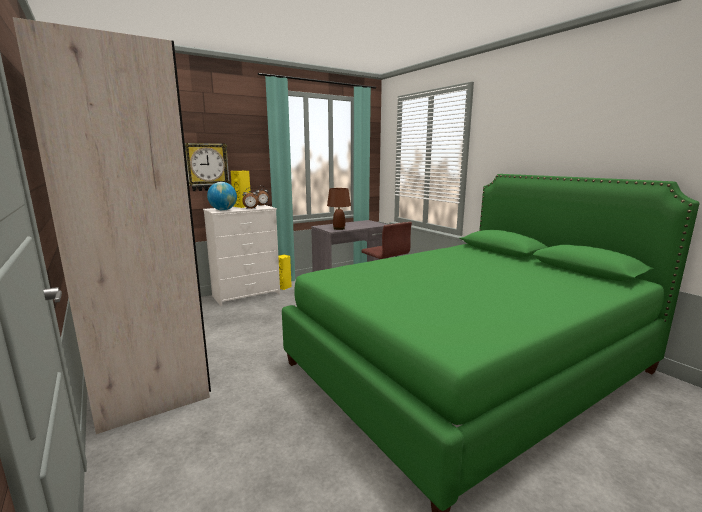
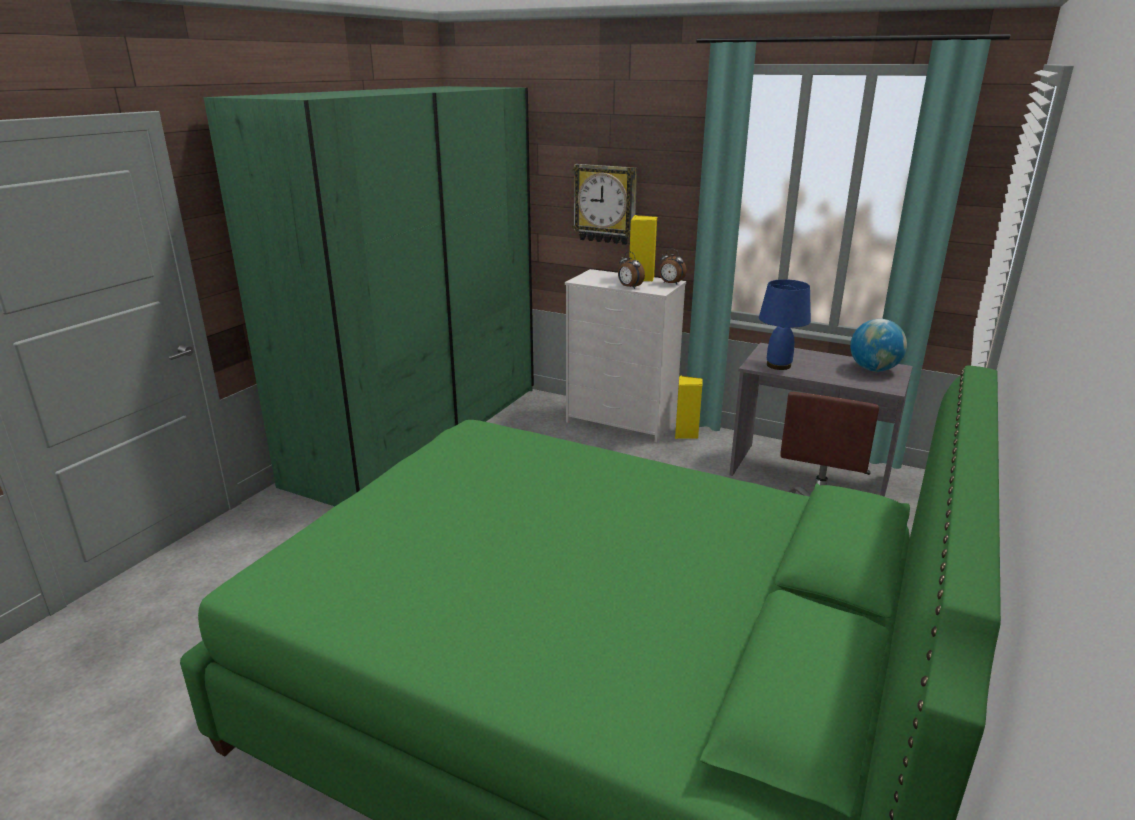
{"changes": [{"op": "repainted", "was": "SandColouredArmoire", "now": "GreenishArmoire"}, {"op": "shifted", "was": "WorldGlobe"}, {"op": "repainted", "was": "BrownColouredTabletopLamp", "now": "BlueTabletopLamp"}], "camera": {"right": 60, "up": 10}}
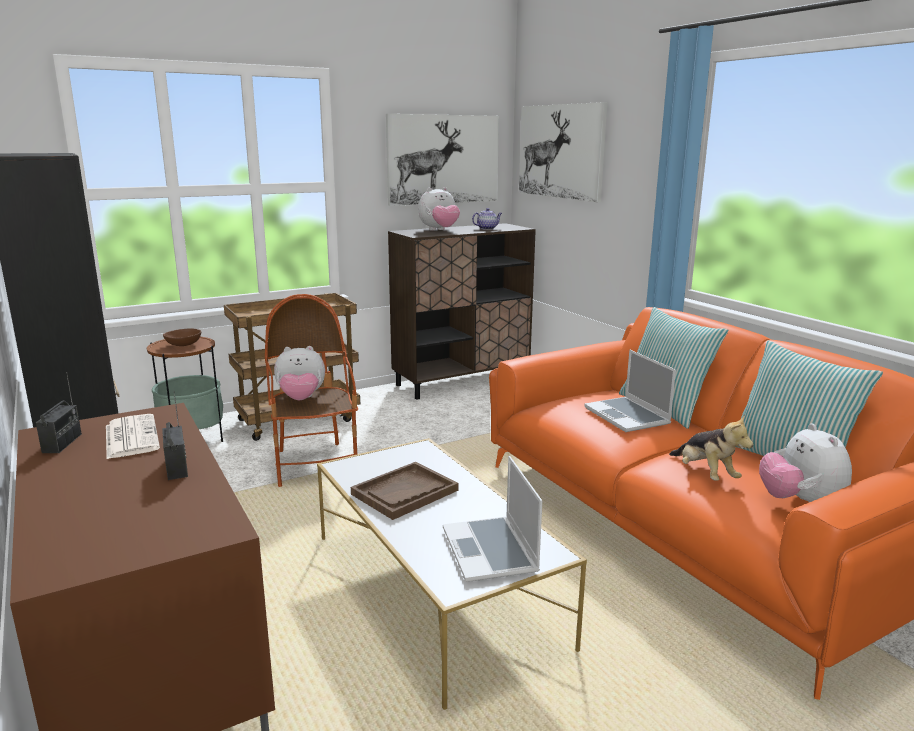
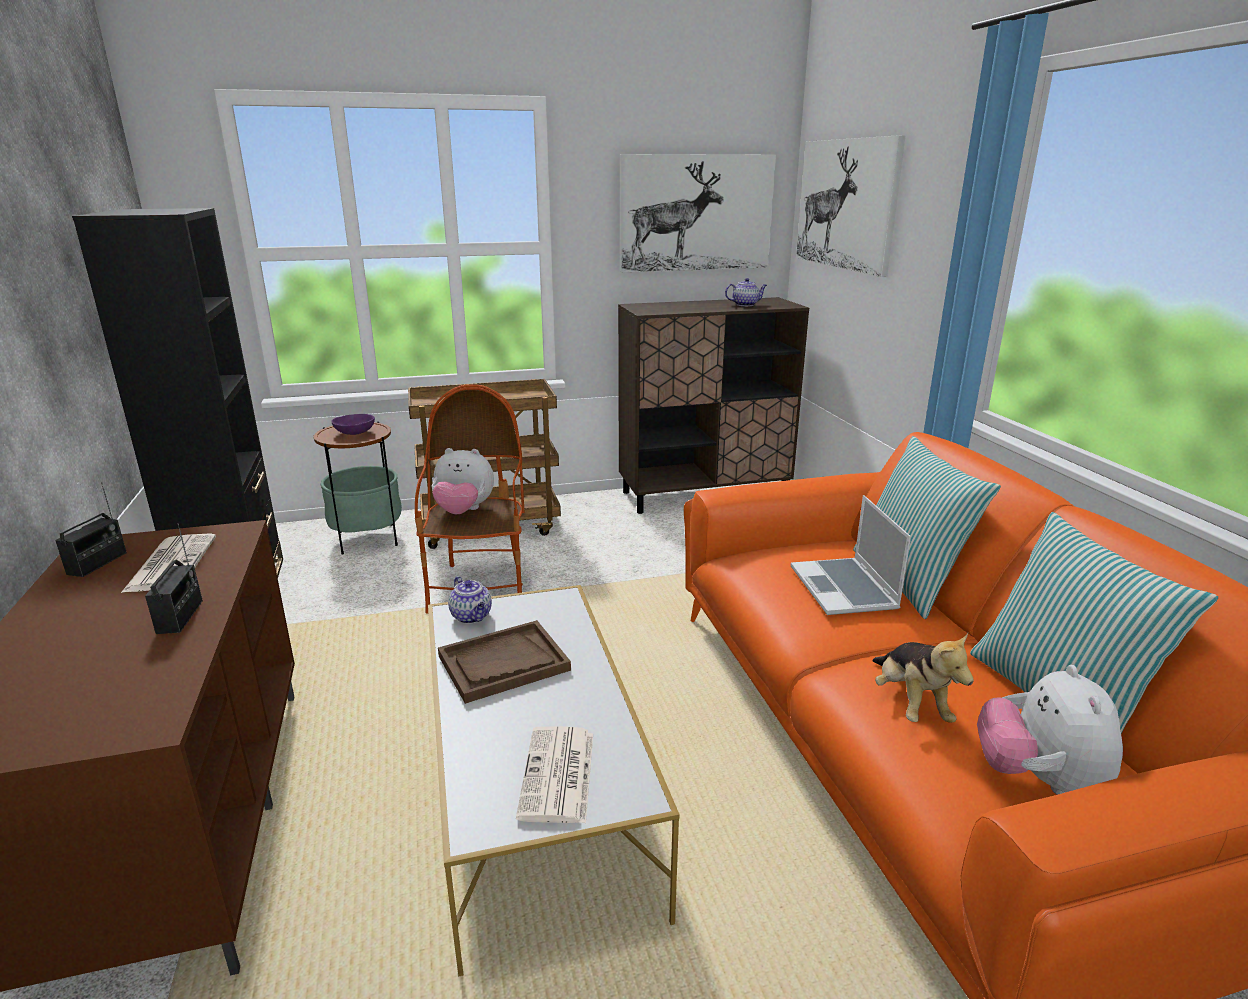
{"changes": [{"op": "gone", "was": "CuddlyToy (no. 2 from left)"}, {"op": "repainted", "was": "BrownColouredDeepDish", "now": "PurplishDeepDish"}, {"op": "swapped", "was": "NotebookComputer (no. 1 from left)", "now": "Newspaper (no. 2 from left)"}, {"op": "new", "now": "TeaPot (no. 1 from left)"}], "camera": {"right": 15, "up": 5}}
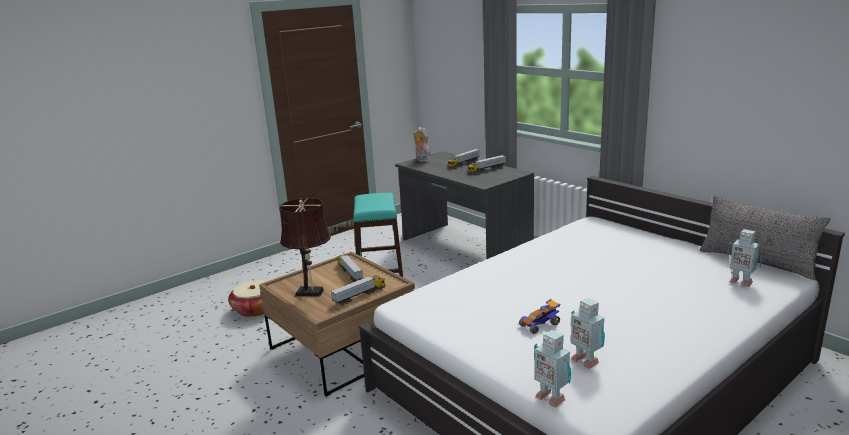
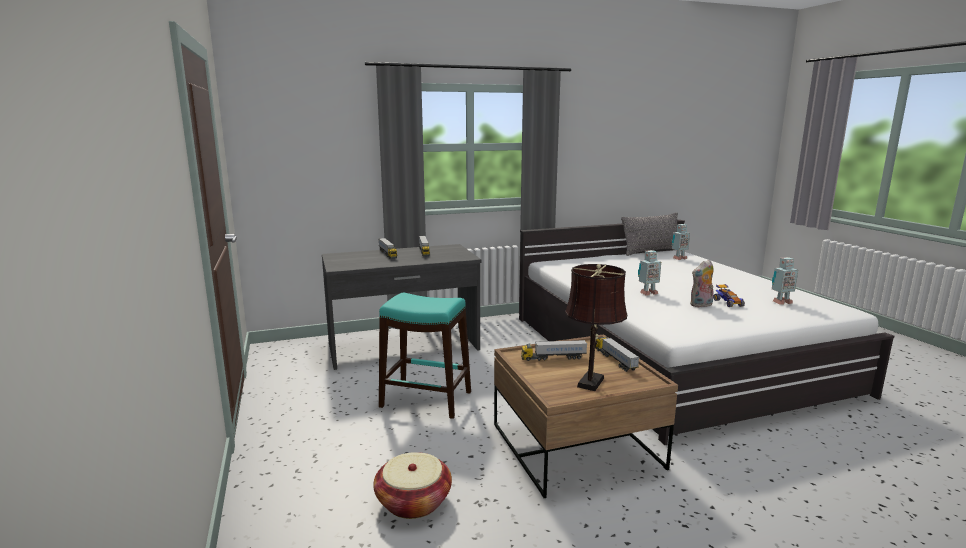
{"changes": [{"op": "shifted", "was": "CuddlyToy"}, {"op": "shifted", "was": "ToyRobot (no. 1 from left)"}], "camera": {"right": -70, "up": -5}}
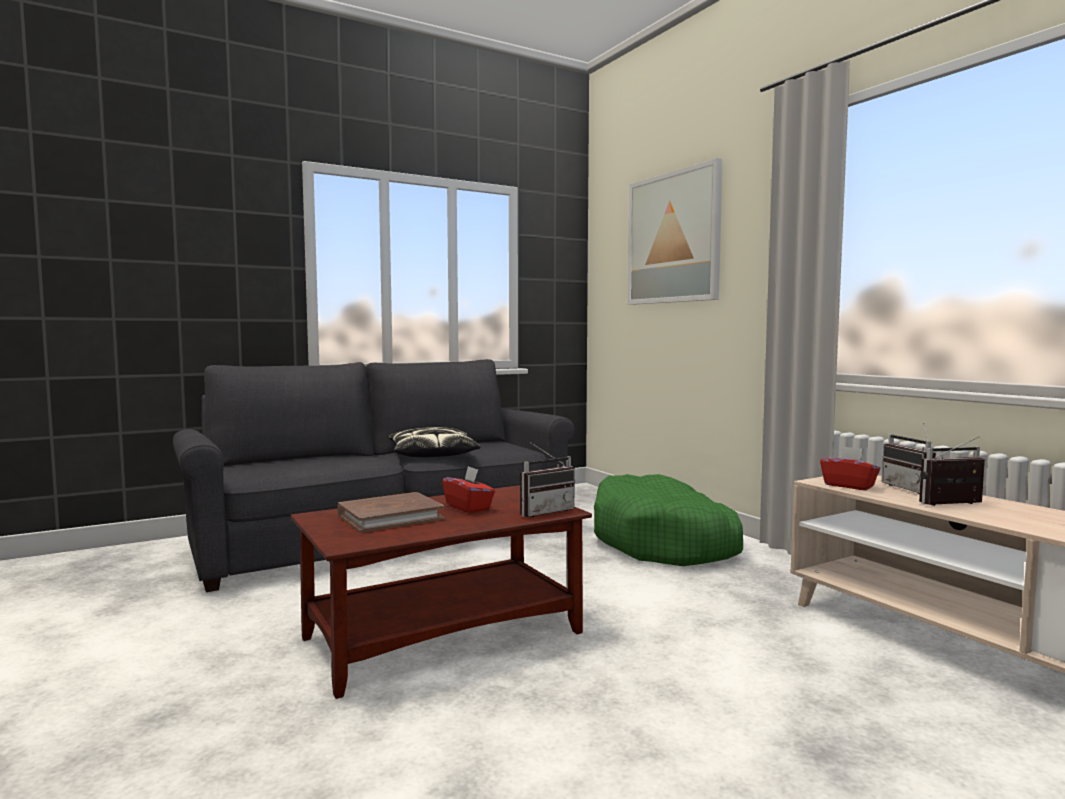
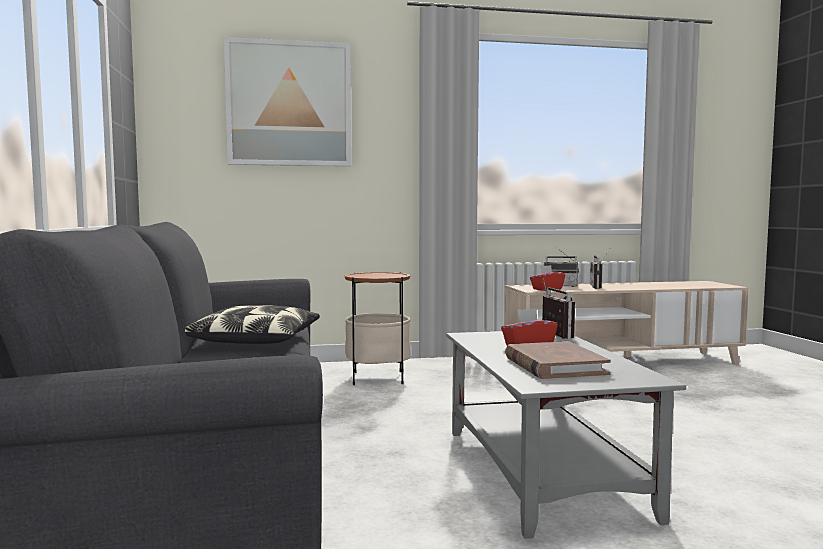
{"changes": [{"op": "swapped", "was": "GreenishDogCushion", "now": "EndTable"}, {"op": "repainted", "was": "BrownColouredCoffeeTable", "now": "GreyishCoffeeTable"}], "camera": {"right": -70, "up": 0}}
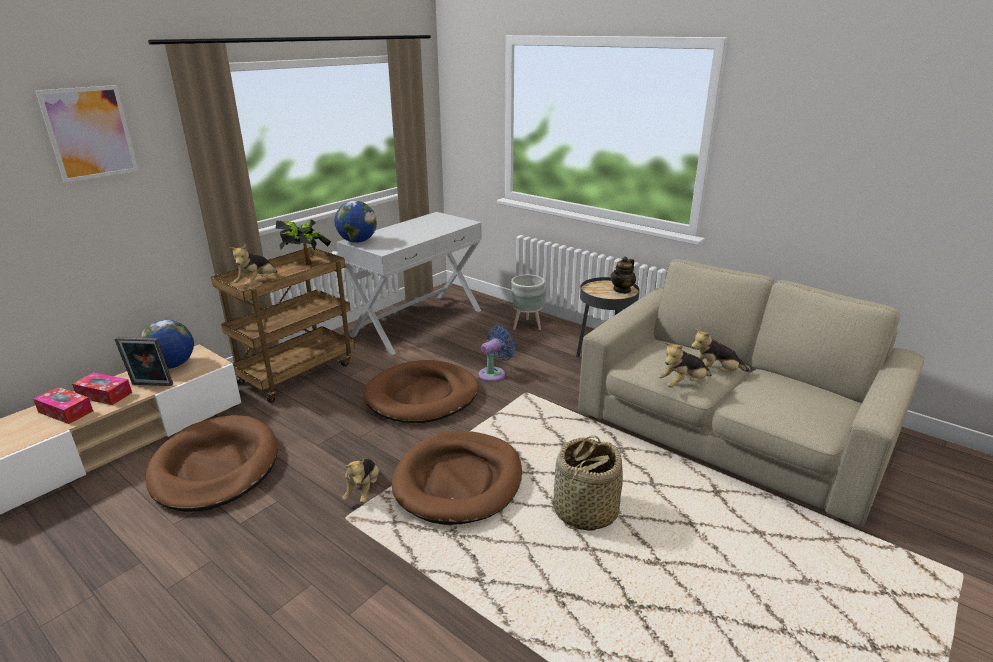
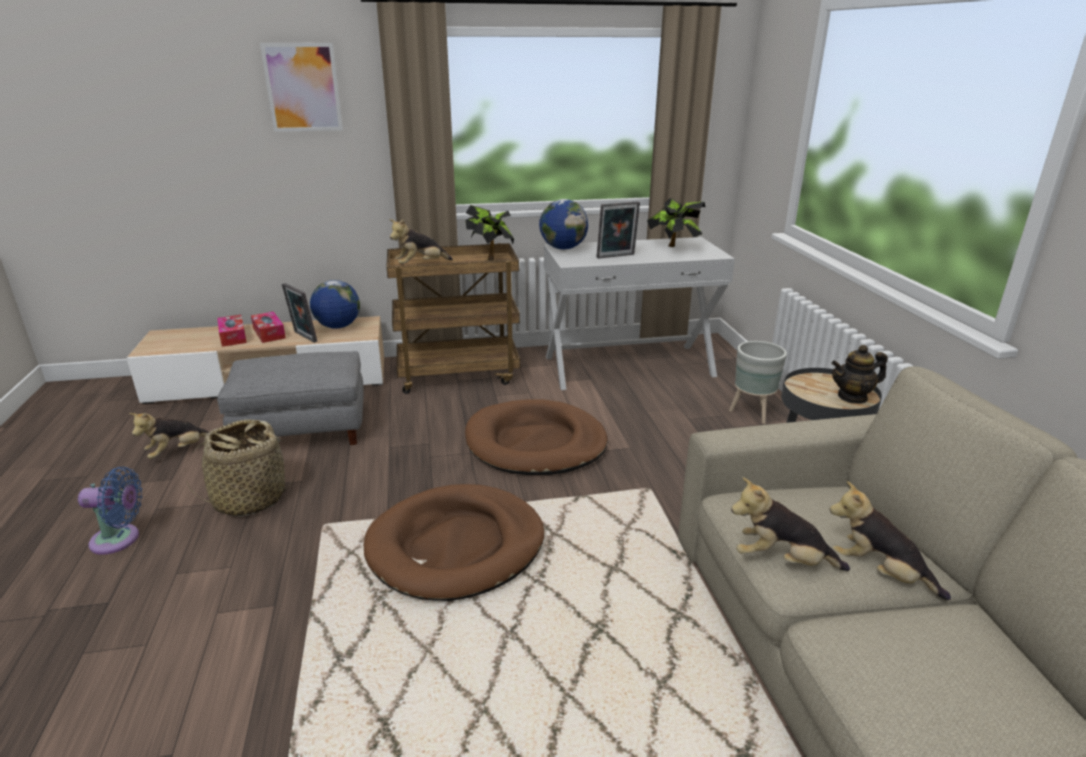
{"changes": [{"op": "shifted", "was": "BlueElectricFan"}, {"op": "swapped", "was": "BrownColouredDogCushion (no. 1 from left)", "now": "GreyishPouffe"}, {"op": "shifted", "was": "Basket"}, {"op": "shifted", "was": "CuddlyToy (no. 2 from left in the first image)", "now": "CuddlyToy (no. 1 from left)"}, {"op": "new", "now": "PlantInAPot (no. 2 from left)"}, {"op": "new", "now": "PhotoFrame (no. 2 from left)"}], "camera": {"right": 40, "up": 0}}
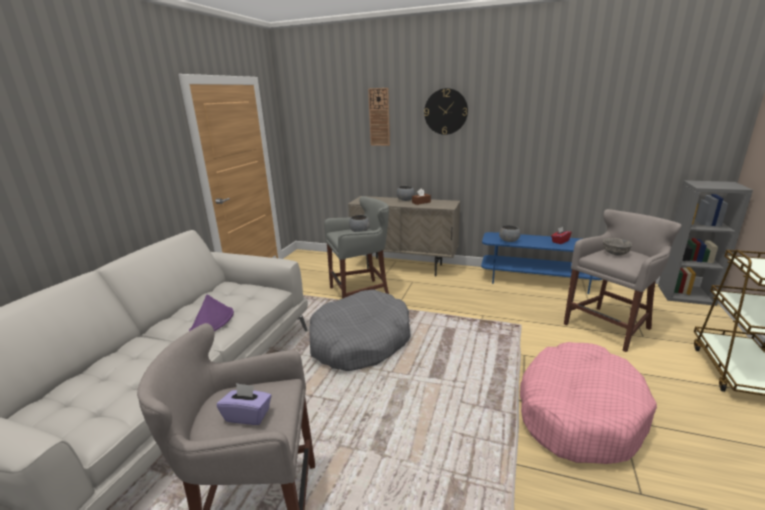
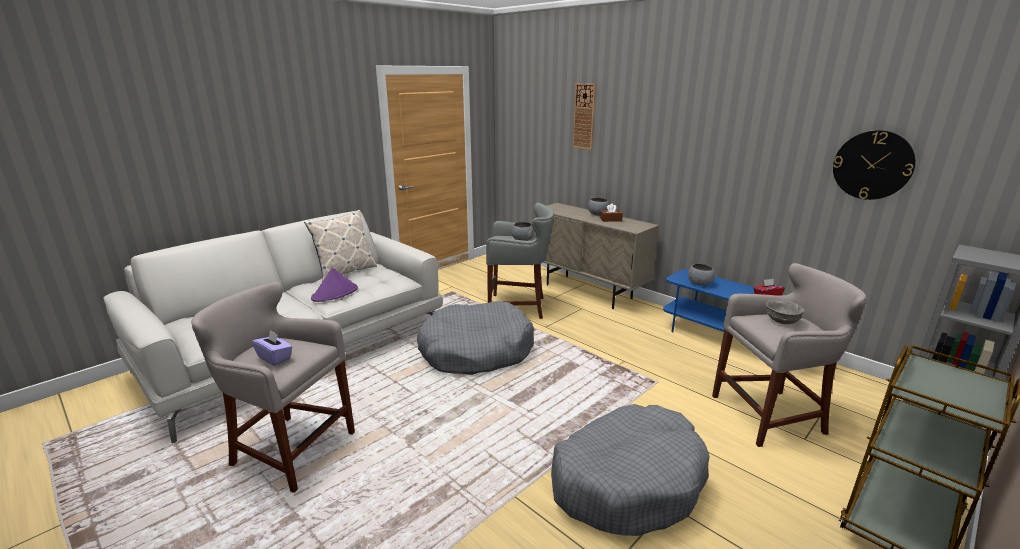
{"changes": [{"op": "shifted", "was": "WallClock (no. 2 from left)"}, {"op": "repainted", "was": "PinkishDogCushion", "now": "GreyishDogCushion (no. 2 from left)"}, {"op": "new", "now": "Pillow"}], "camera": {"right": 25, "up": 0}}
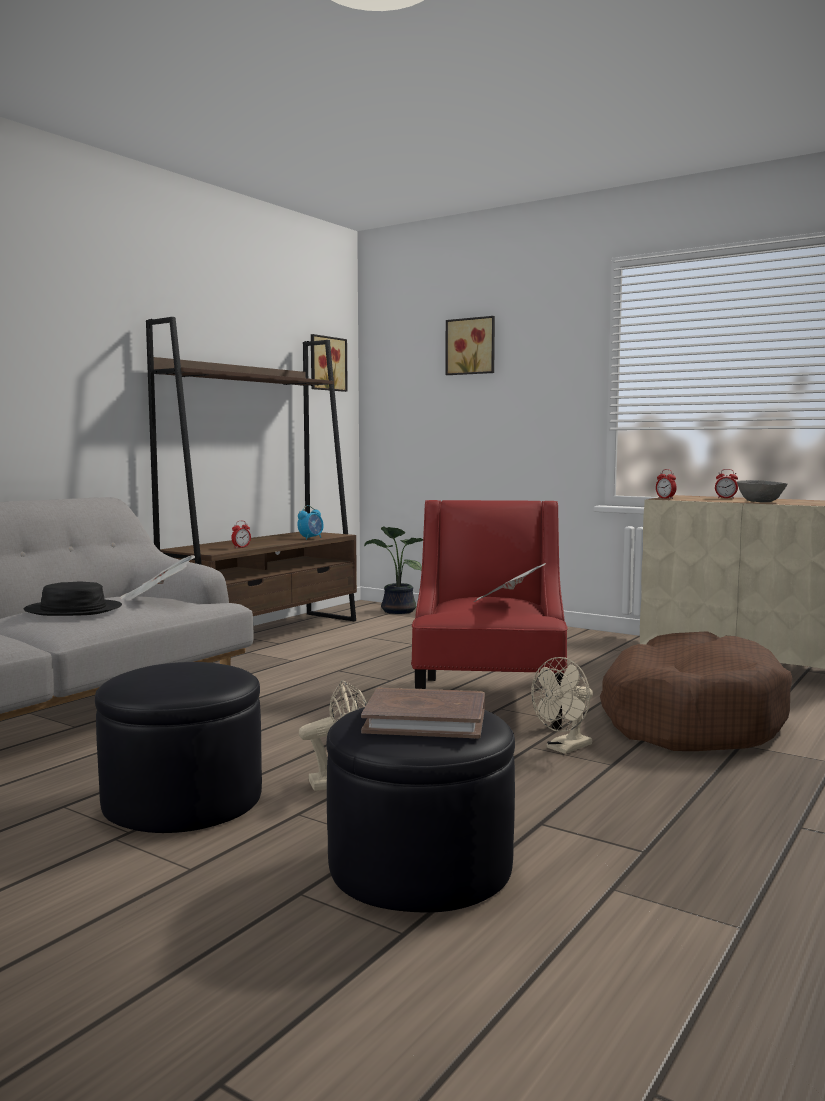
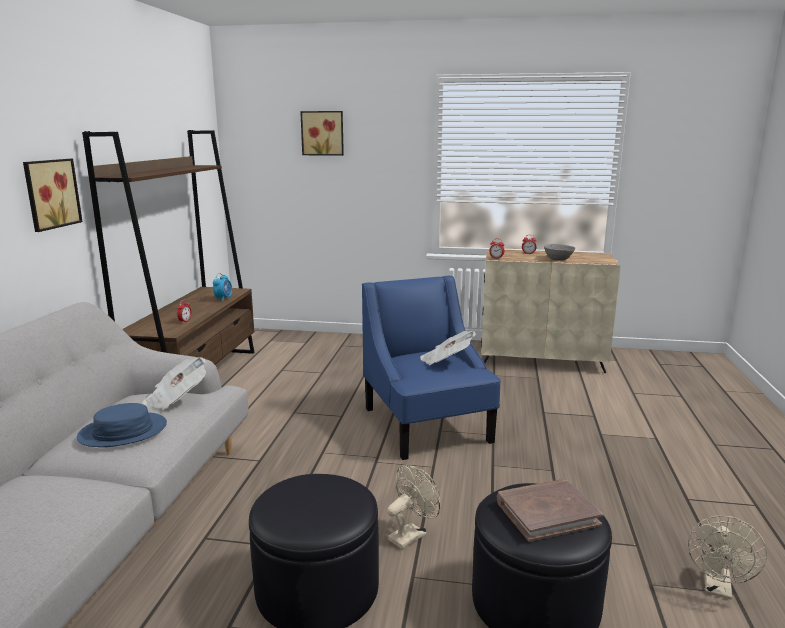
{"changes": [{"op": "shifted", "was": "WallArt (no. 1 from left)"}, {"op": "repainted", "was": "RedLoungeChair", "now": "BlueLoungeChair"}, {"op": "gone", "was": "PlantInAPot"}, {"op": "repainted", "was": "BlackishWearableHat", "now": "BlueWearableHat"}, {"op": "gone", "was": "BrownColouredDogCushion"}, {"op": "shifted", "was": "SandColouredElectricFan (no. 2 from left)"}], "camera": {"right": -25, "up": 10}}
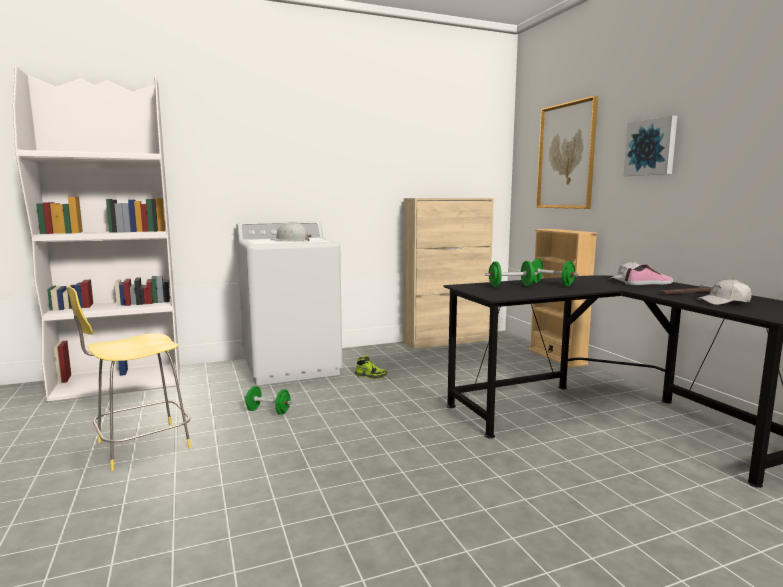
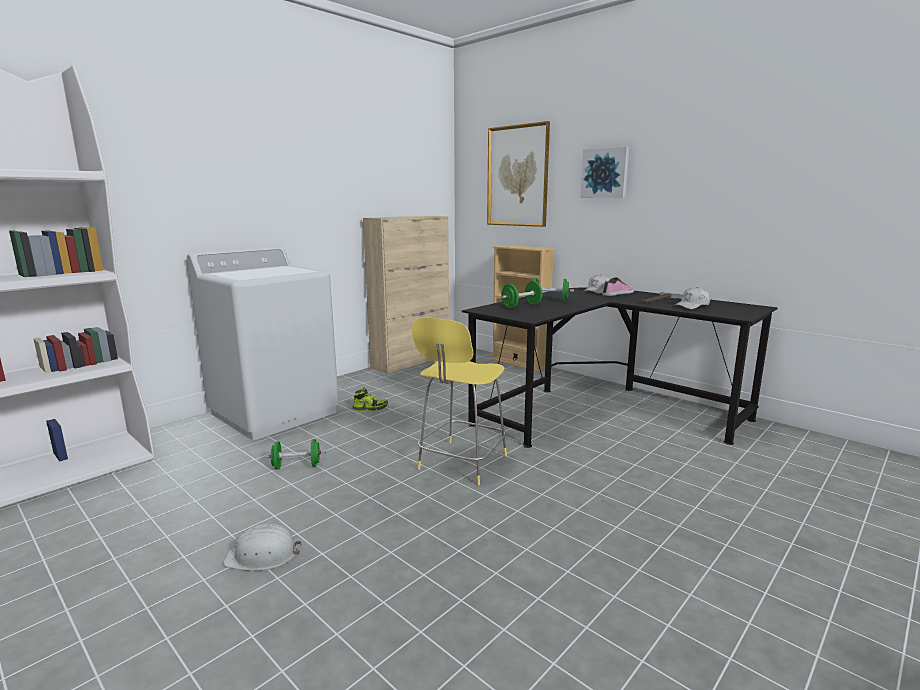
{"changes": [{"op": "shifted", "was": "WhitishHardHat"}, {"op": "shifted", "was": "YellowishSittingStool"}], "camera": {"right": -25, "up": 5}}
